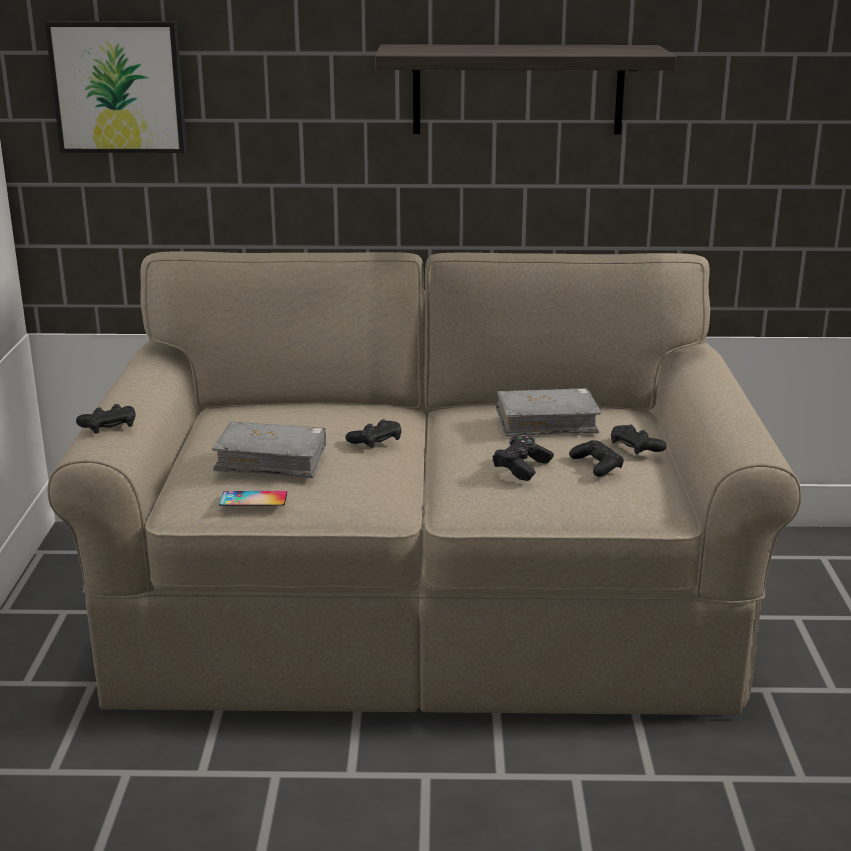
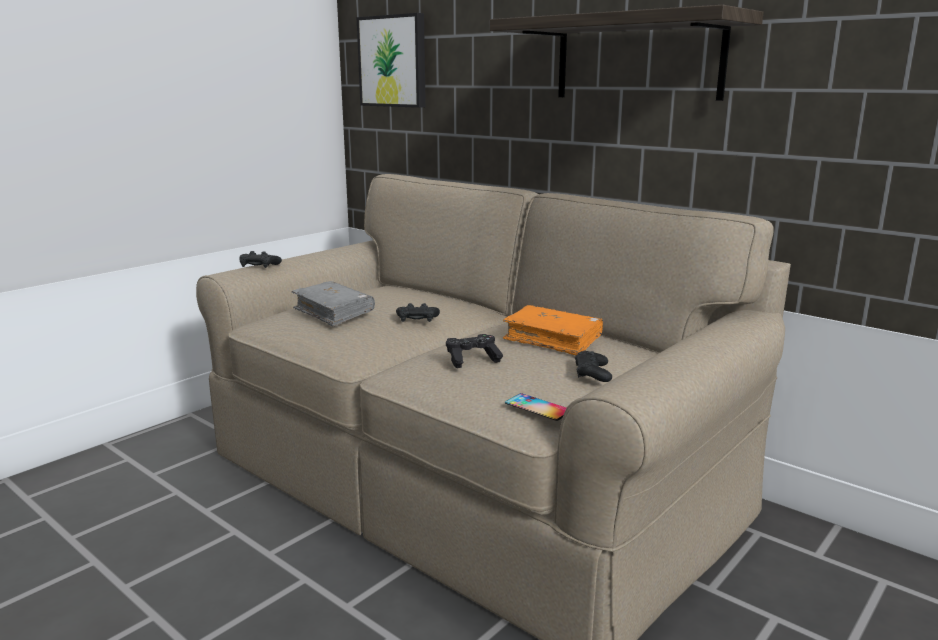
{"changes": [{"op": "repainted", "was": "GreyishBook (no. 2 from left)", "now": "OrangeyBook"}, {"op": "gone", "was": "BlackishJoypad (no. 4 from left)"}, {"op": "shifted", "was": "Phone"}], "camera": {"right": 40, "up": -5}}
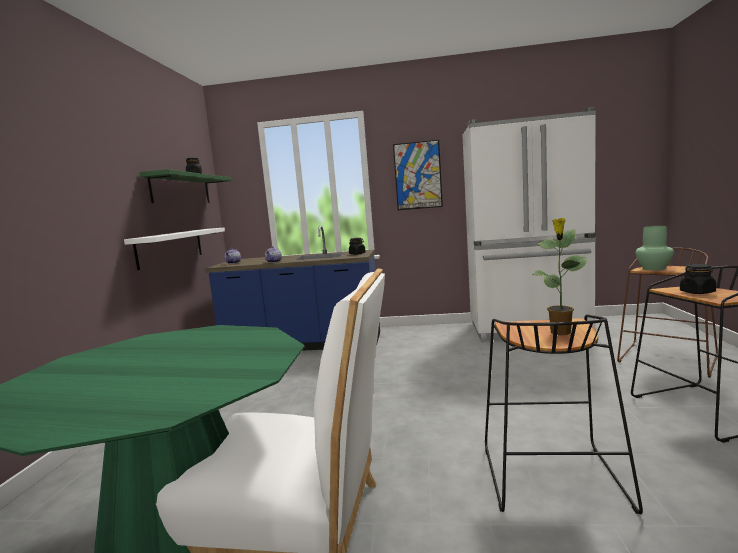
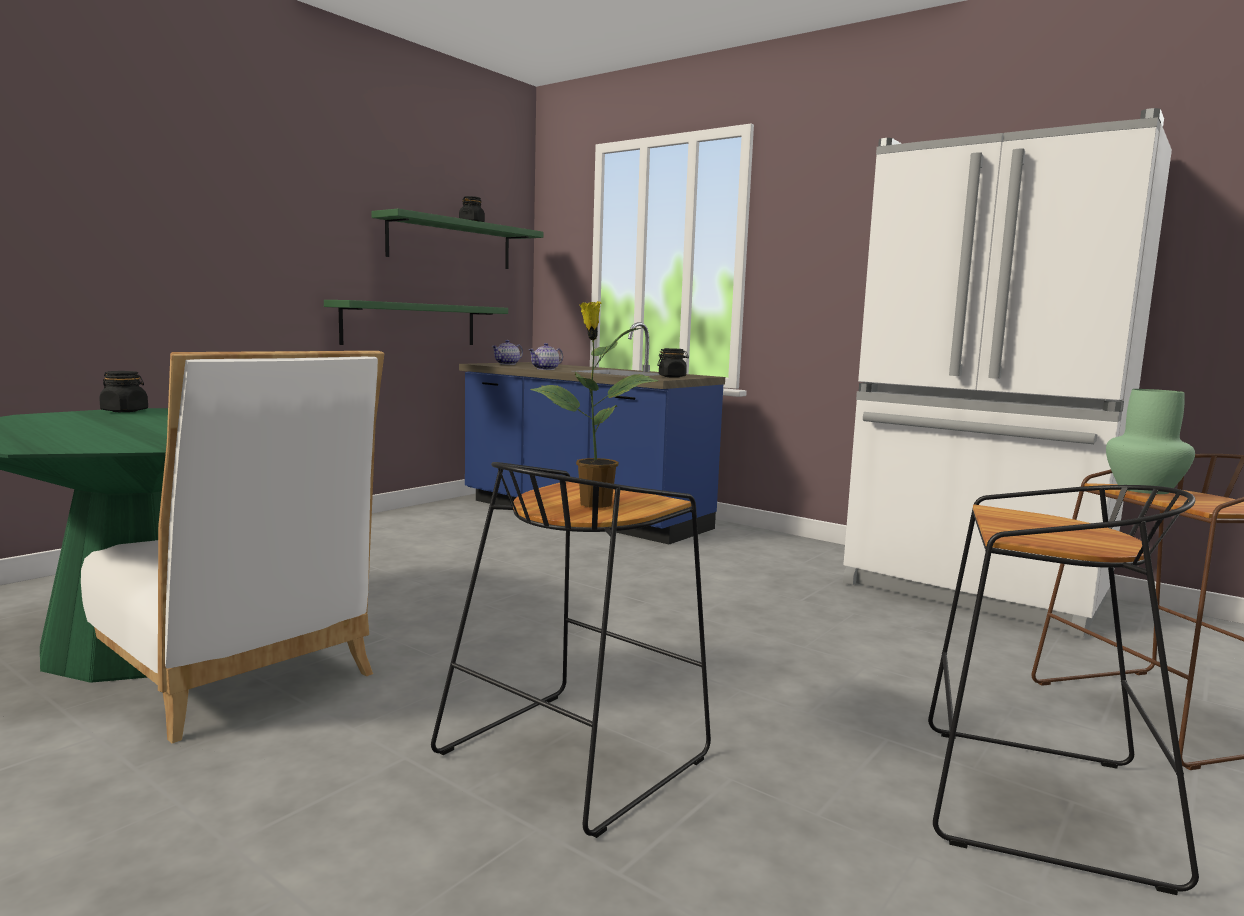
{"changes": [{"op": "gone", "was": "WallArt"}, {"op": "repainted", "was": "WhitishWallShelf", "now": "GreenishWallShelf (no. 1 from left)"}, {"op": "shifted", "was": "BlackishStorageJar (no. 3 from left in the first image)", "now": "BlackishStorageJar (no. 1 from left)"}], "camera": {"right": 30, "up": 0}}
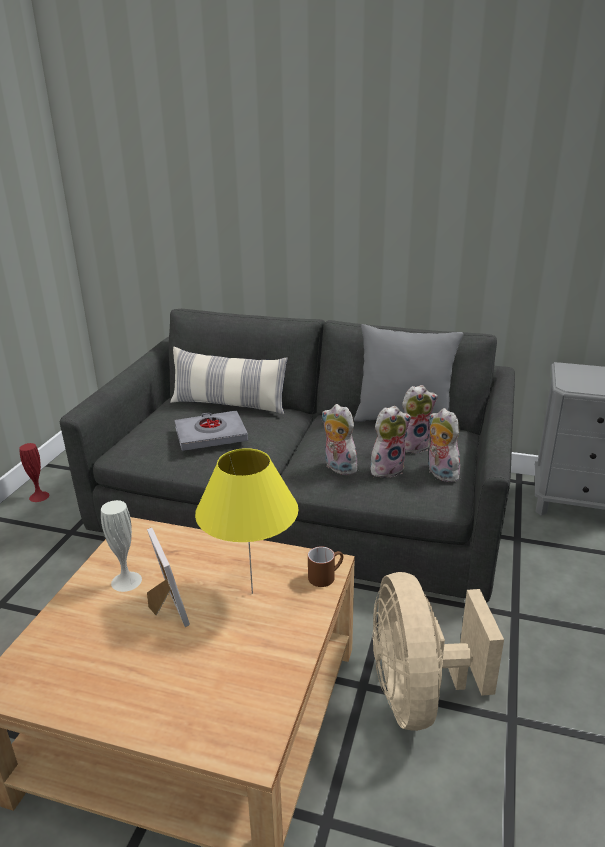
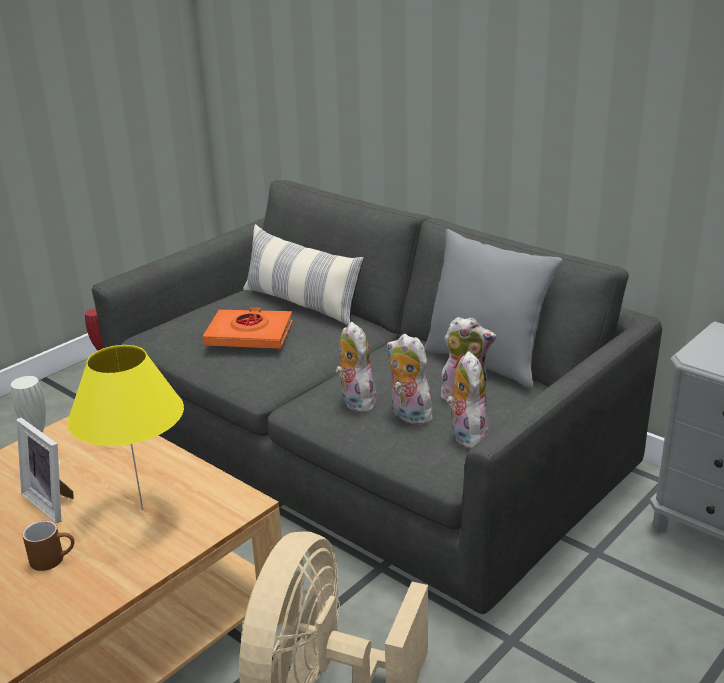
{"changes": [{"op": "rotated", "was": "CuddlyToy (no. 2 from left)", "clockwise": -135}, {"op": "repainted", "was": "GreyishBook", "now": "OrangeyBook"}, {"op": "rotated", "was": "PhotoFrame", "clockwise": 135}, {"op": "shifted", "was": "BrownColouredCoffeeMug"}], "camera": {"right": 25, "up": 0}}
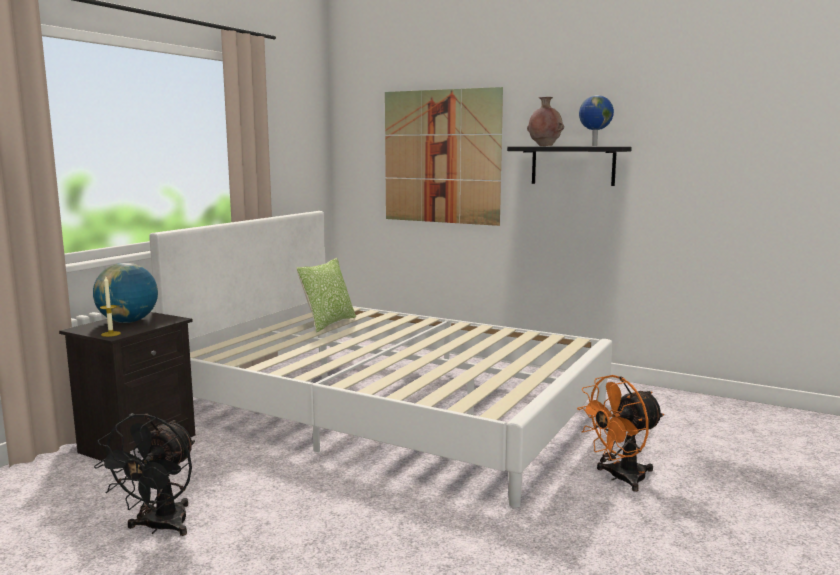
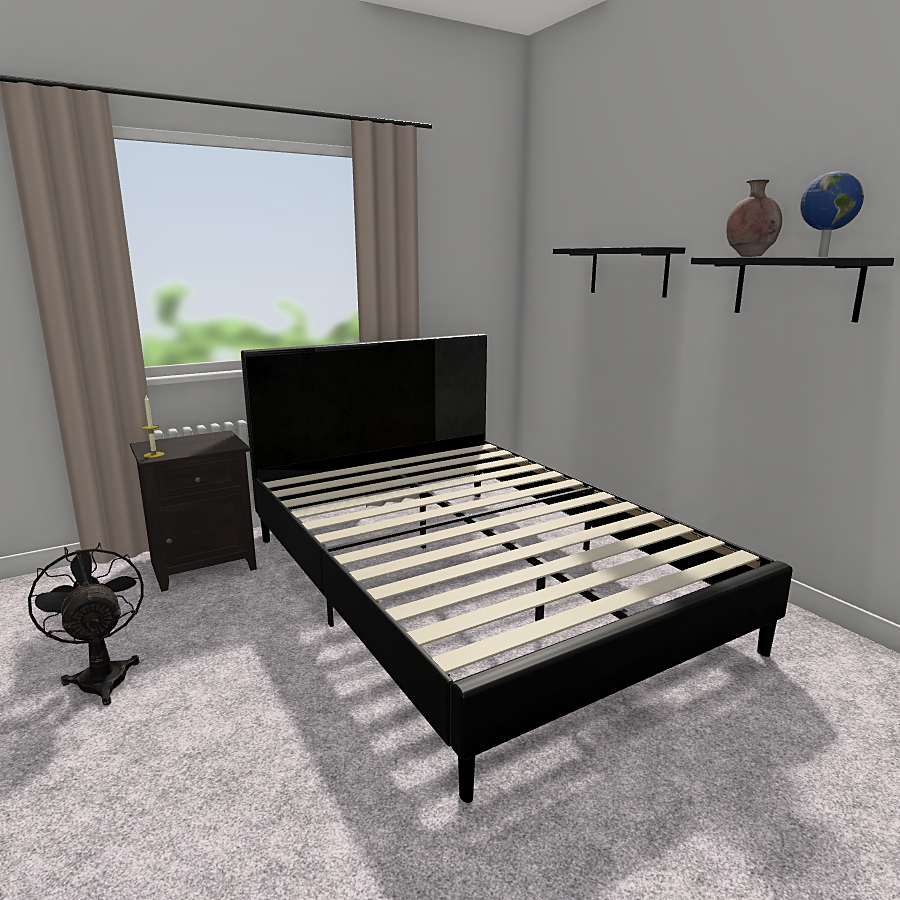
{"changes": [{"op": "swapped", "was": "WallArt", "now": "BlackishWallShelf (no. 1 from left)"}, {"op": "repainted", "was": "WhitishBed", "now": "BlackishBed"}, {"op": "gone", "was": "Pillow"}, {"op": "gone", "was": "WorldGlobe (no. 1 from left)"}, {"op": "gone", "was": "OrangeyElectricFan"}, {"op": "rotated", "was": "BlackishElectricFan", "clockwise": 105}], "camera": {"right": 30, "up": 5}}
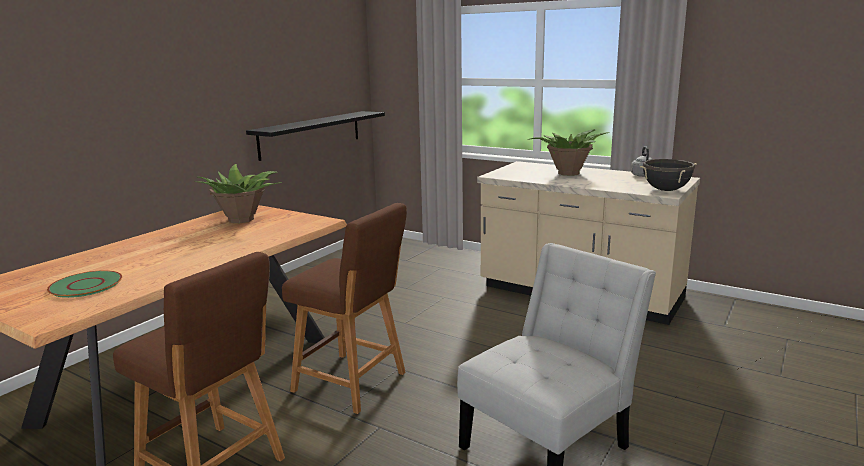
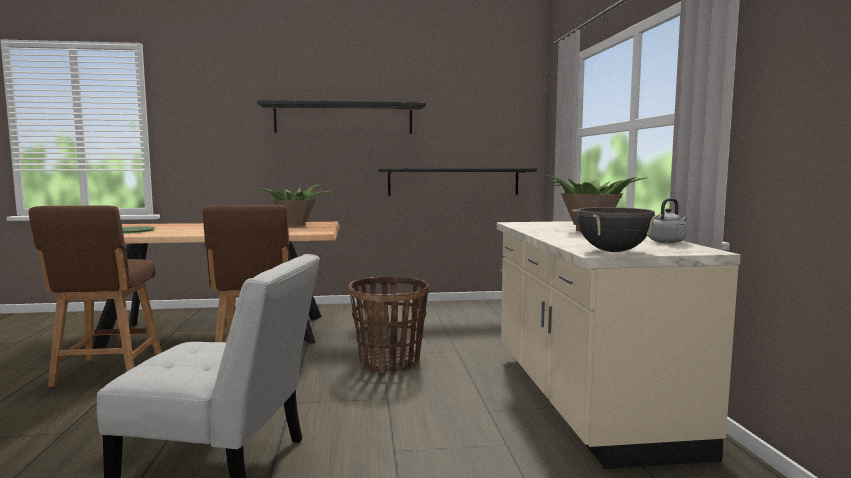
{"changes": [{"op": "new", "now": "BlackishWallShelf (no. 1 from left)"}, {"op": "new", "now": "Basket"}], "camera": {"right": 50, "up": -10}}
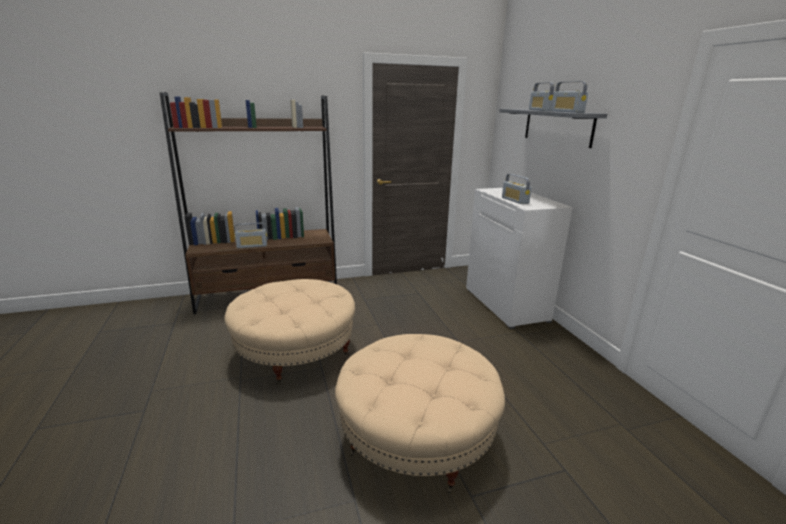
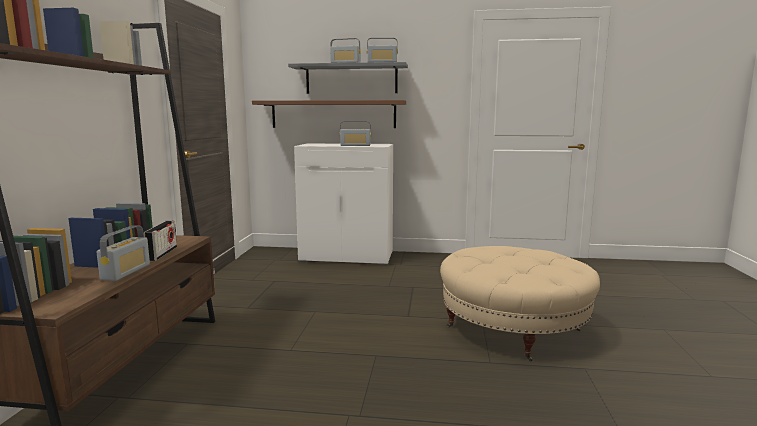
{"changes": [{"op": "gone", "was": "SandColouredPouffe (no. 1 from left)"}, {"op": "new", "now": "BrownColouredWallShelf"}, {"op": "new", "now": "Radio (no. 2 from left)"}], "camera": {"right": -65, "up": -10}}
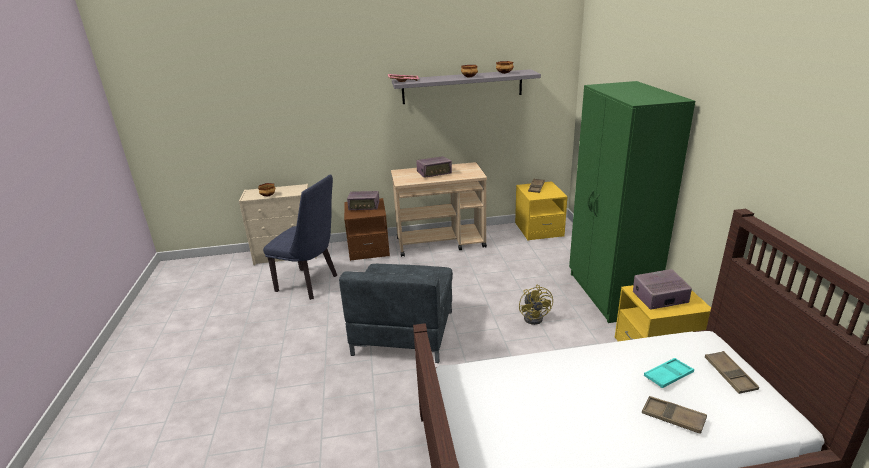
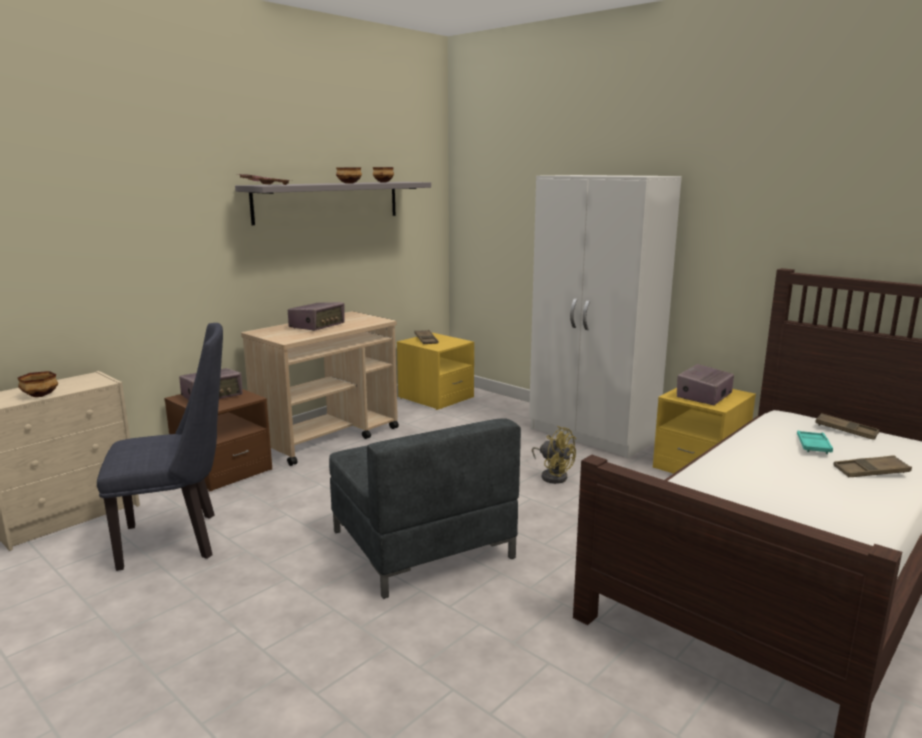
{"changes": [{"op": "repainted", "was": "GreenishArmoire", "now": "WhitishArmoire"}], "camera": {"right": -40, "up": -10}}
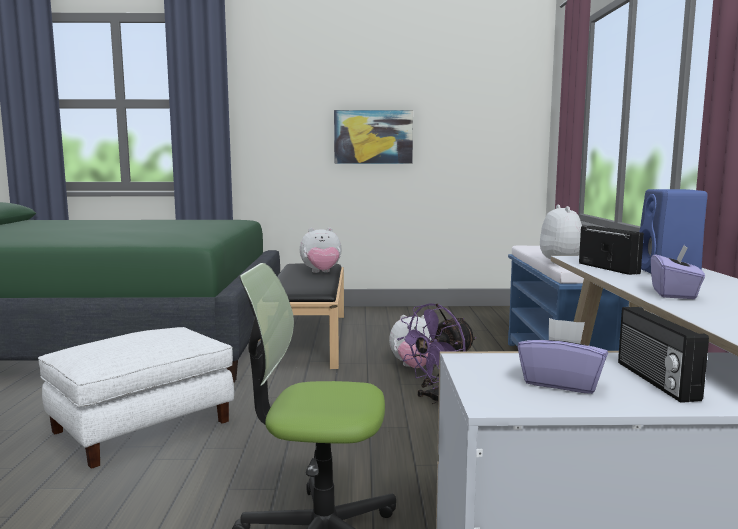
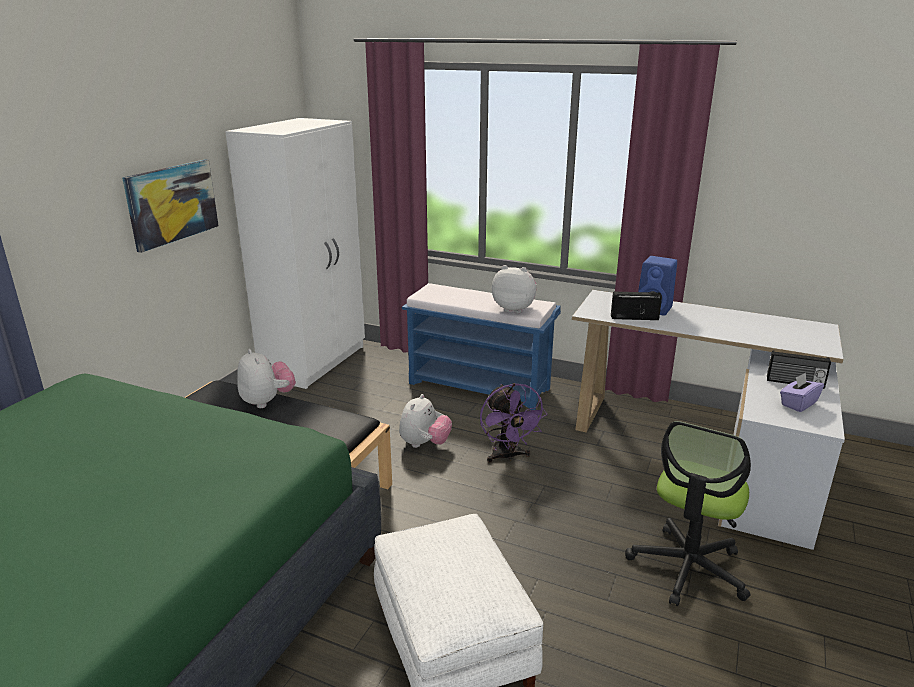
{"changes": [{"op": "rotated", "was": "CuddlyToy (no. 1 from left)", "clockwise": -45}, {"op": "gone", "was": "PurplishBoxOfTissues (no. 2 from left)"}, {"op": "new", "now": "WhitishArmoire"}], "camera": {"right": -65, "up": 15}}
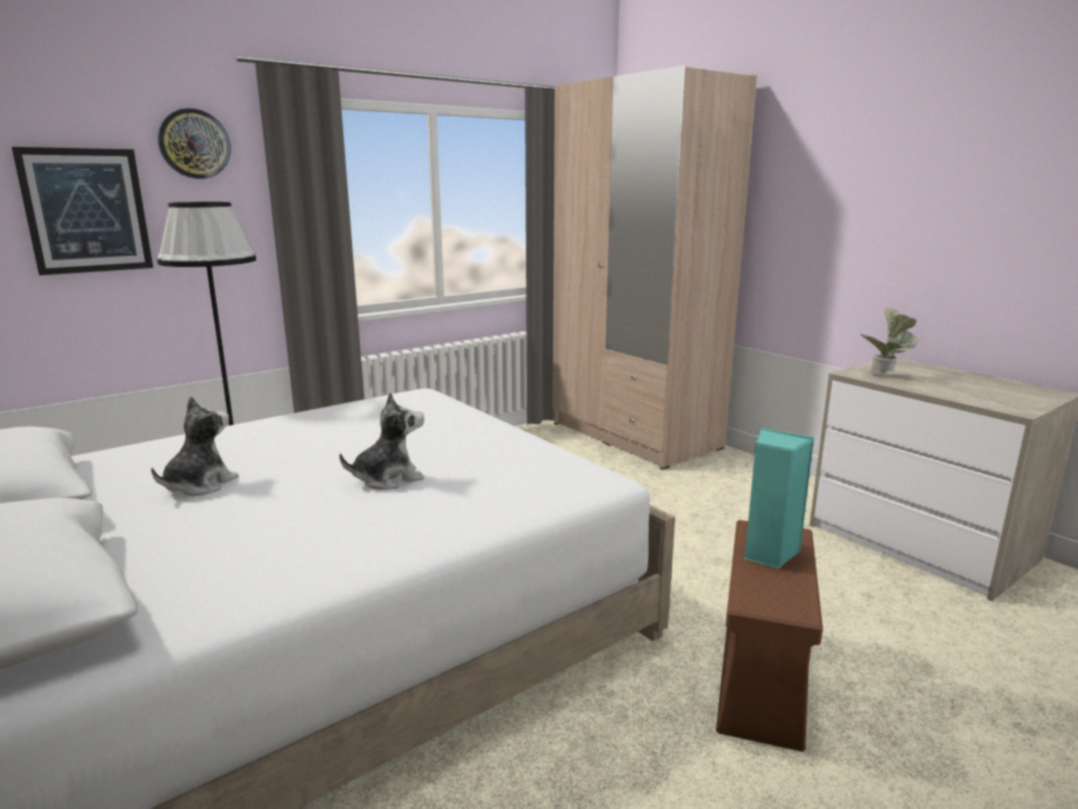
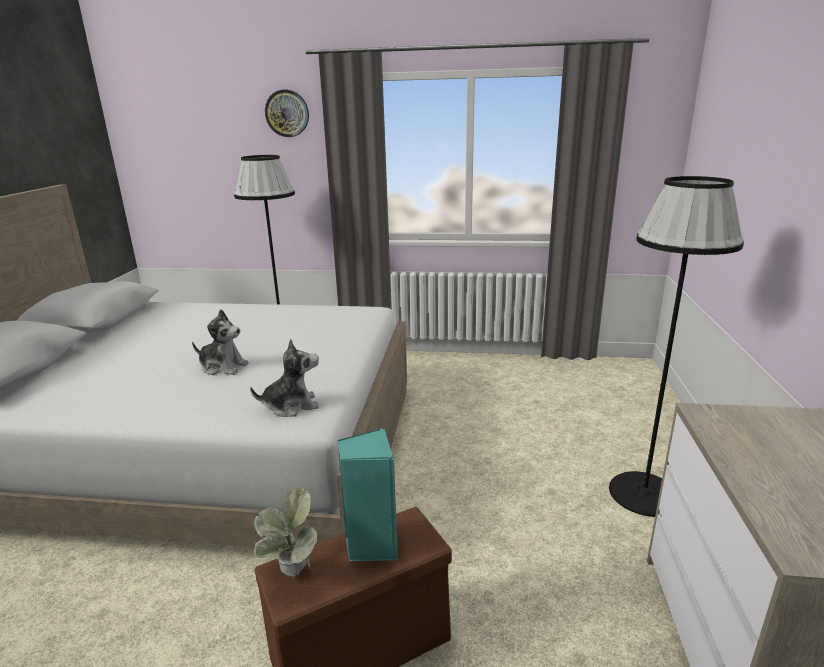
{"changes": [{"op": "gone", "was": "SandColouredArmoire"}, {"op": "gone", "was": "WallArt"}, {"op": "shifted", "was": "PlantInAPot"}, {"op": "shifted", "was": "CuddlyToy (no. 1 from left in the first image)", "now": "CuddlyToy (no. 2 from left)"}, {"op": "new", "now": "BlackishStandingLamp (no. 2 from left)"}], "camera": {"right": 45, "up": 5}}
